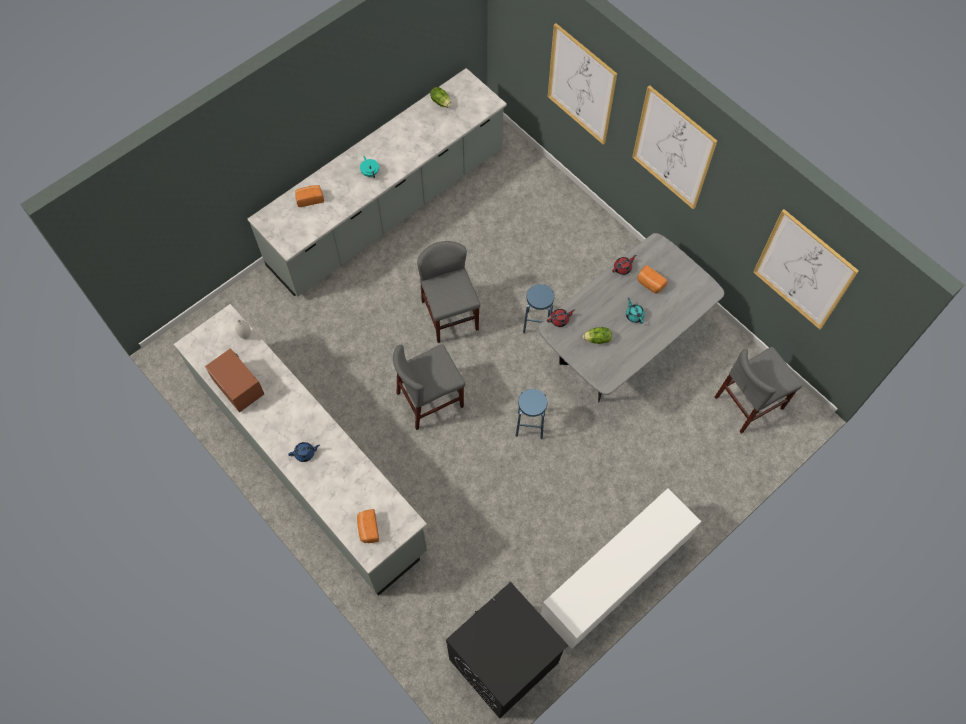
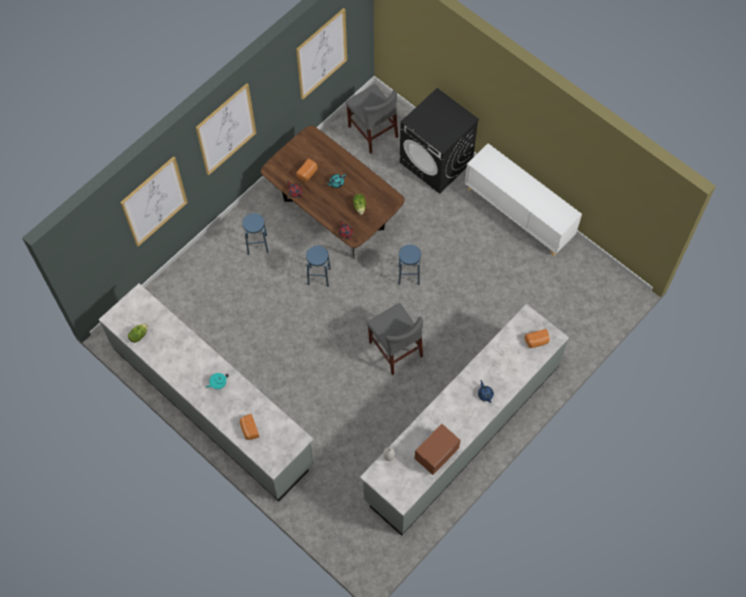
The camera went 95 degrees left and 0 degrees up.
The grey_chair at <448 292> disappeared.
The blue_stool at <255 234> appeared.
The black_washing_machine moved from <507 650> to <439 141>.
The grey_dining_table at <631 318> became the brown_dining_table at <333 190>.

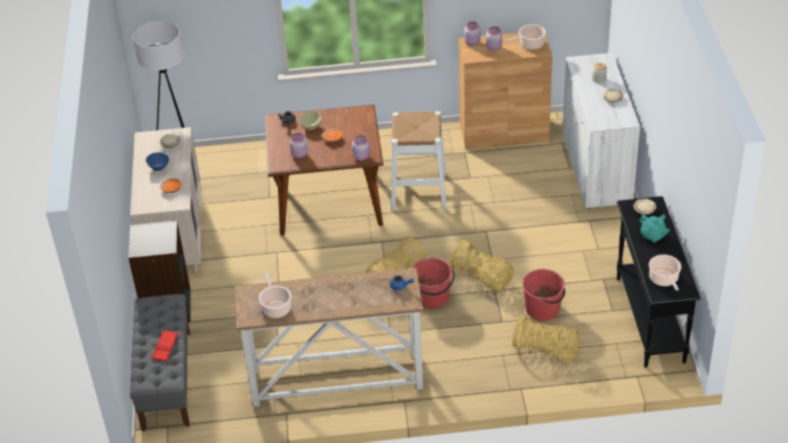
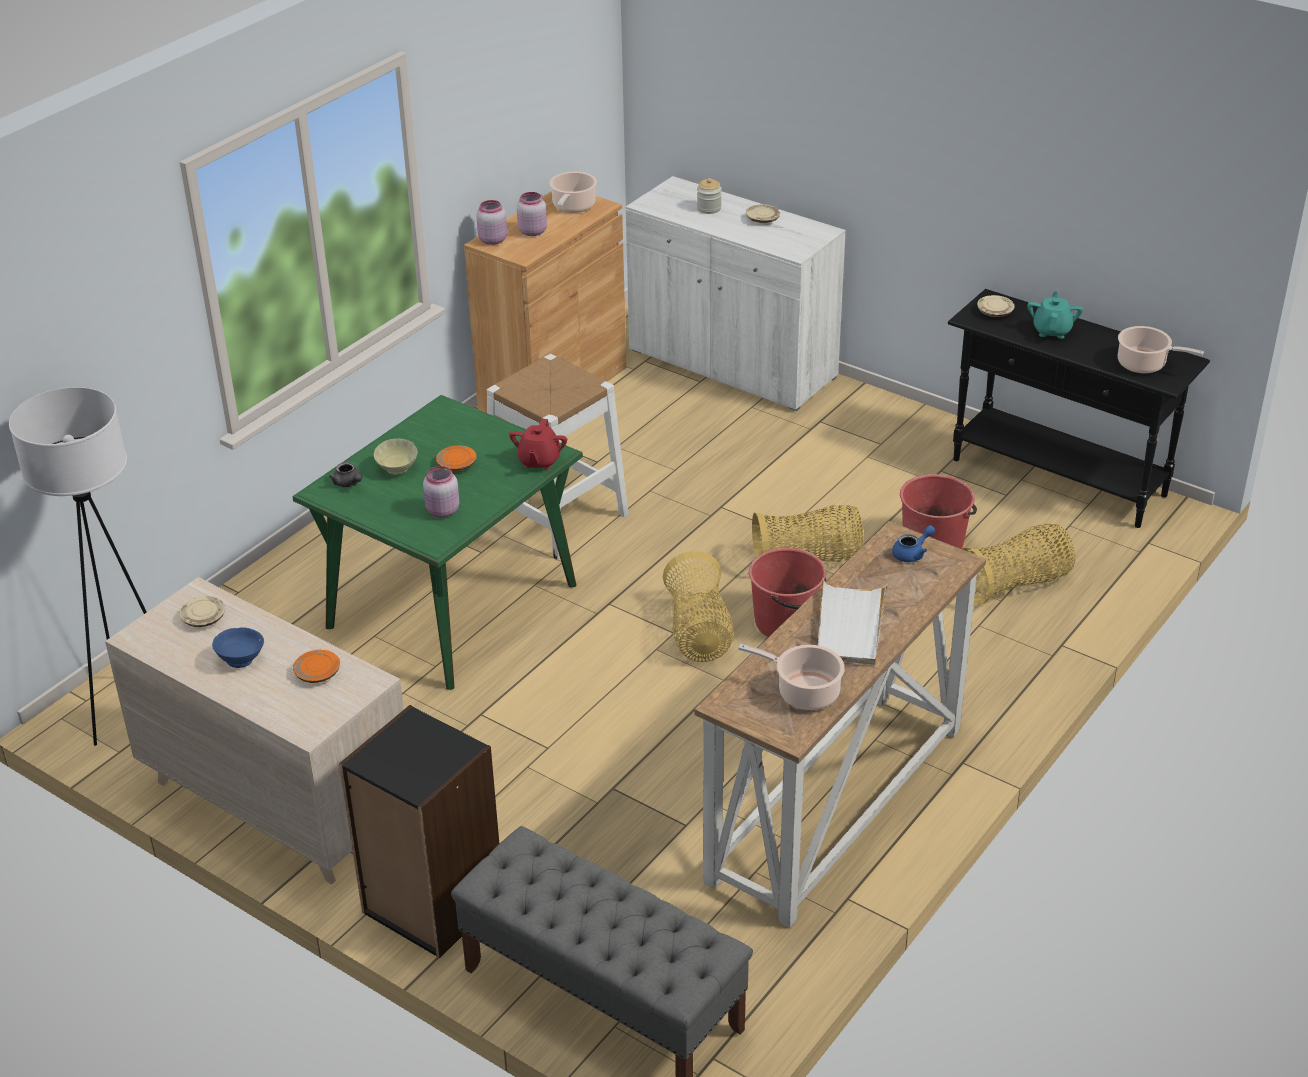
The camera went 50 degrees left and 5 degrees down.
The red_tray at <165 346> disappeared.
The white_tray at <852 621> appeared.
The pink_jar at <361 148> was replaced by the red_teapot at <538 444>.
The brown_dining_table at <324 170> became the green_dining_table at <438 542>.
The turquoise_teapot at <654 228> turned 75 degrees counterclockwise.

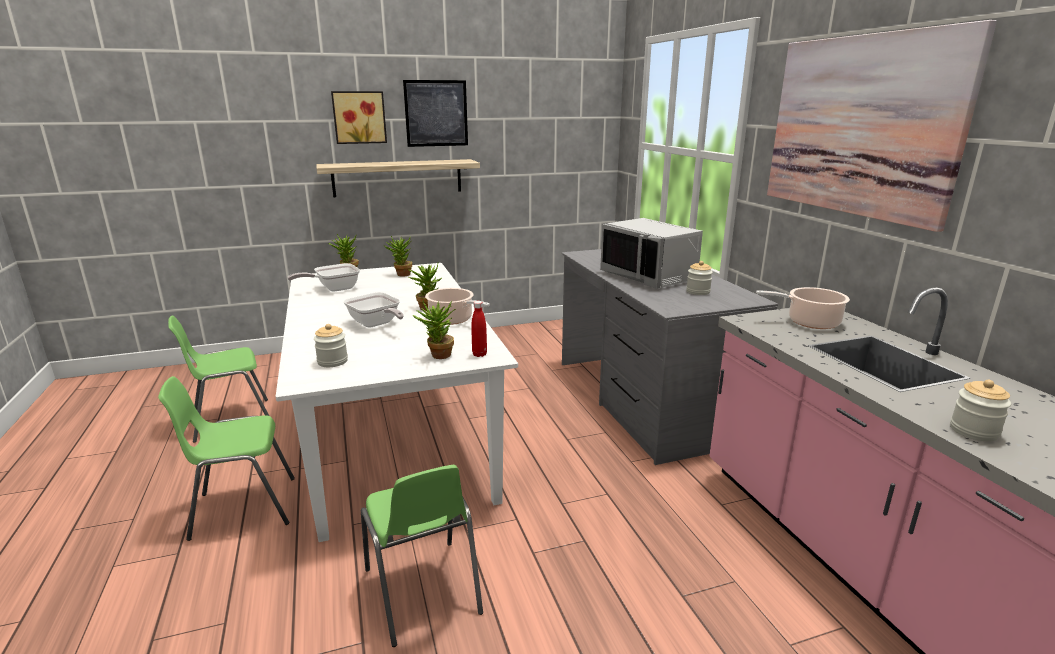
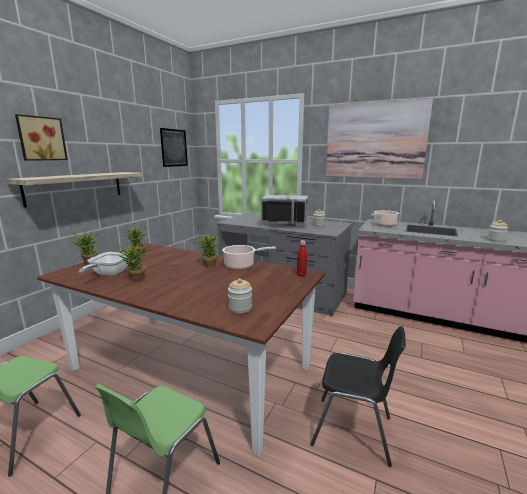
The camera went 45 degrees left and 5 degrees down.
The frying_pan at <373 310> disappeared.
The picture moved from <435 113> to <174 147>.
The potted_plant moved from <434 330> to <133 262>.
The white_dining_table at <397 402> became the brown_dining_table at <181 349>.
The green_chair at <422 556> became the black_chair at <358 396>.

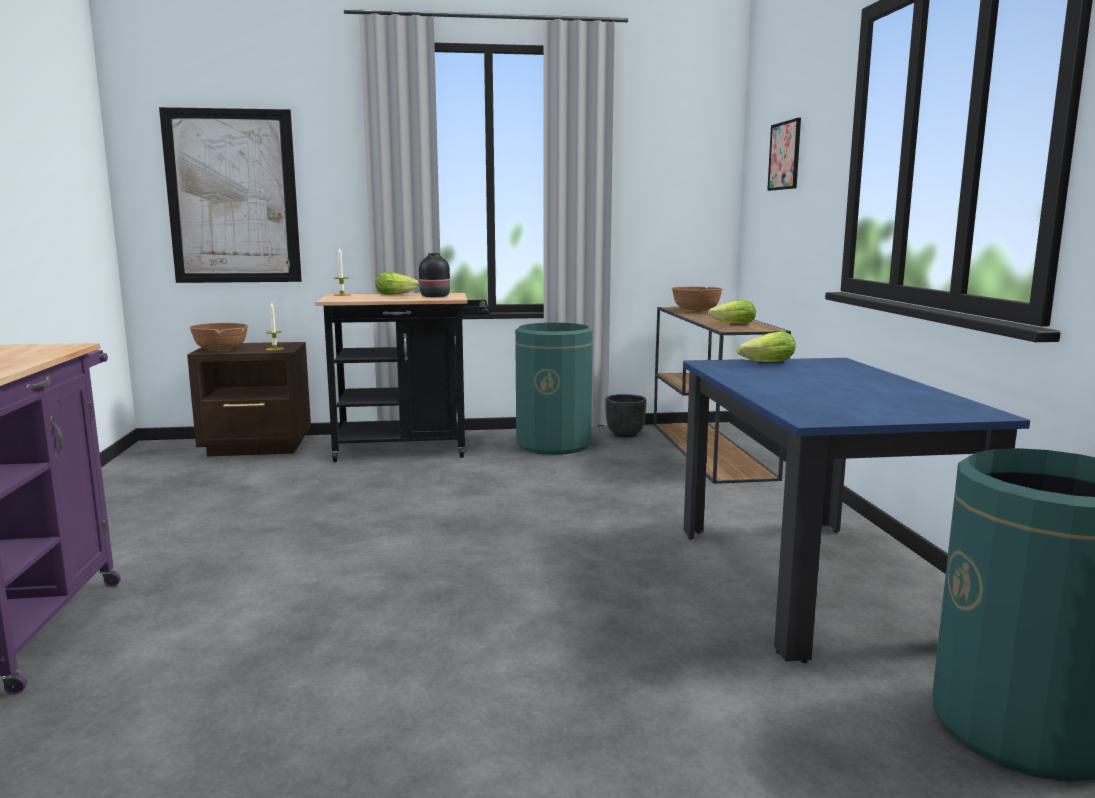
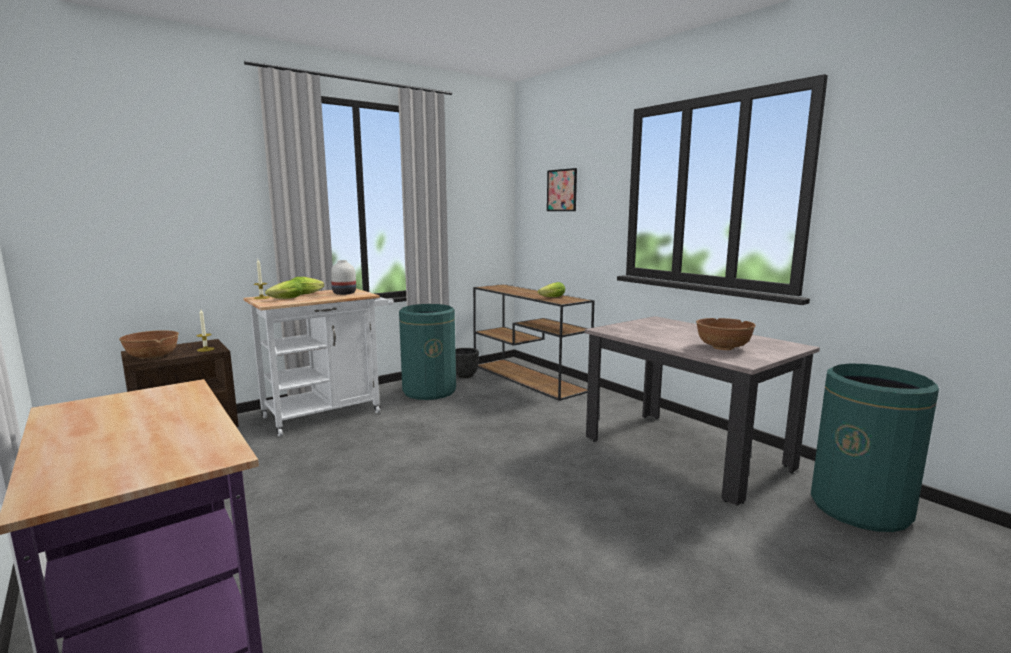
The camera went 30 degrees left and 0 degrees up.
The picture at <230 195> disappeared.
The brown_bowl moved from <697 299> to <726 334>.
The lettuce moved from <766 347> to <284 289>.
The black_cart at <403 377> became the white_cart at <318 363>.
The black_vase at <434 275> became the white_vase at <343 277>.
The blue_dining_table at <856 510> became the beige_dining_table at <702 411>.

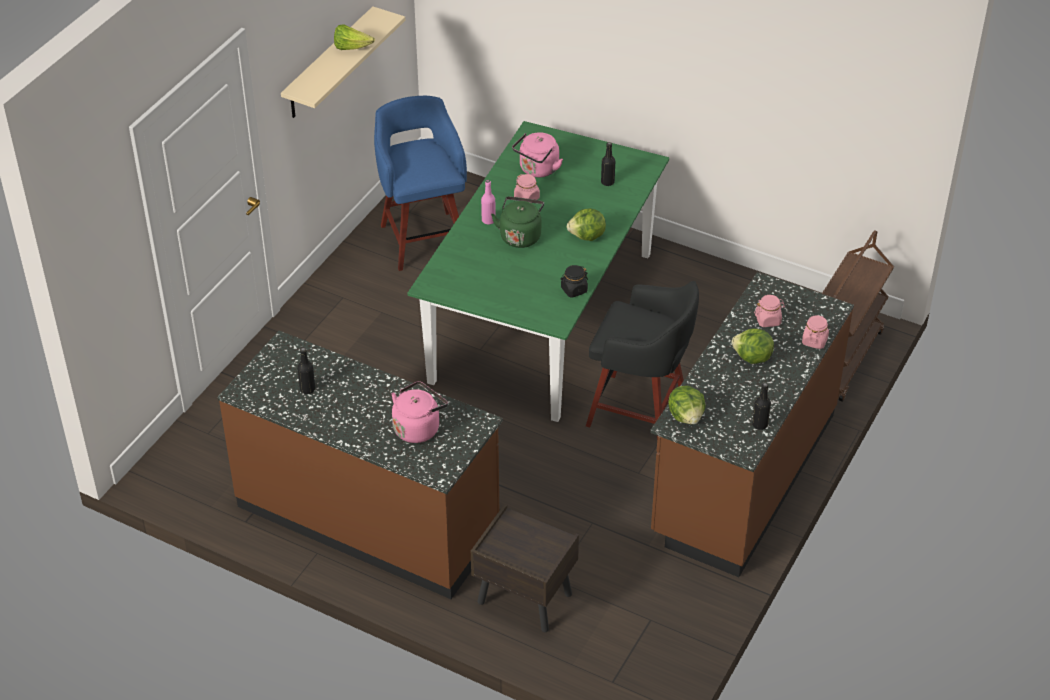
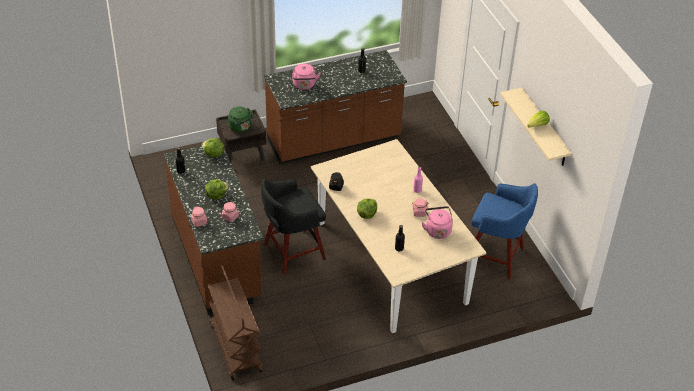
The camera went 130 degrees right and 0 degrees up.
The green_kettle moved from <517 222> to <241 119>.
The green_dining_table at <538 271> became the beige_dining_table at <399 236>.

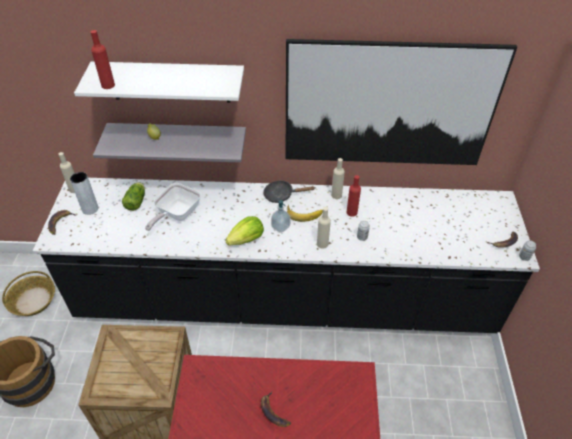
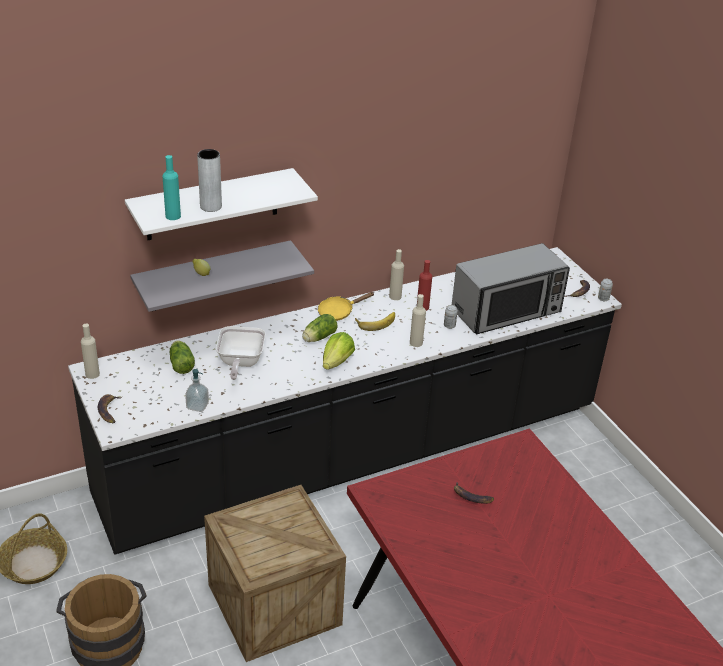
The camera went 30 degrees left and 10 degrees down.
The picture at <401 102> disappeared.
The lettuce at <320 328> appeared.
The microwave at <511 288> appeared.
The grey_vase moved from <84 193> to <209 180>.
The soap_dispenser moved from <281 216> to <197 390>.
The red_bottle at <103 59> became the turquoise_bottle at <171 187>.
The black_frying_pan at <289 191> became the yellow_frying_pan at <346 306>.

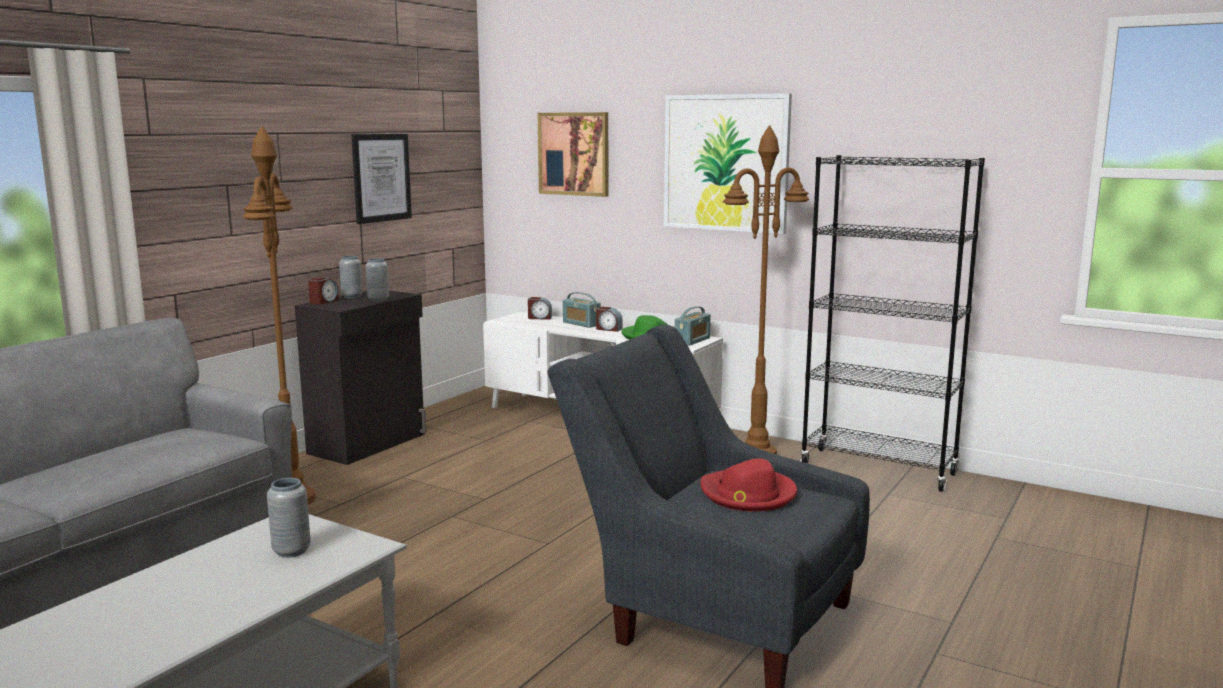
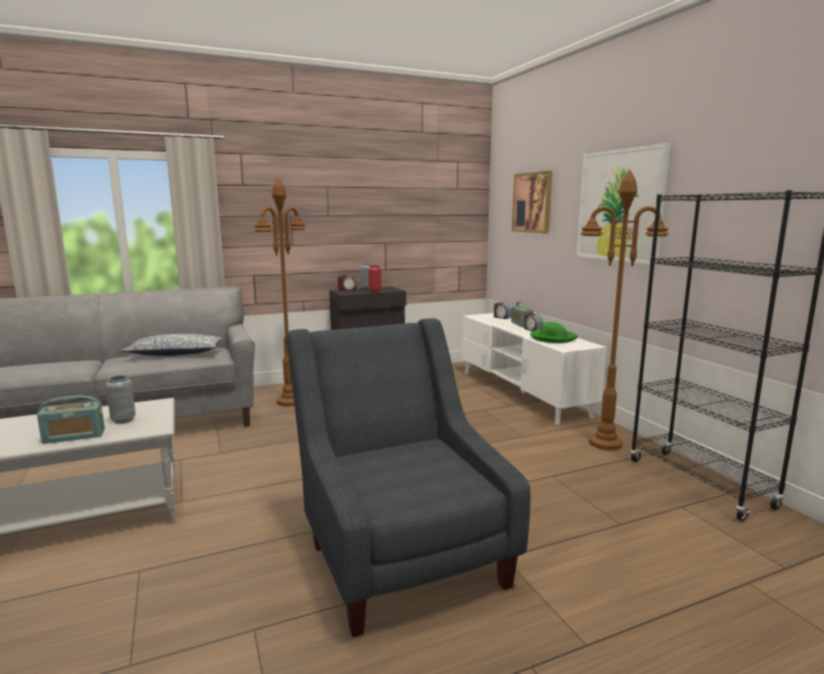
The camera went 35 degrees right and 0 degrees up.
The picture at <381 179> disappeared.
The red_hat at <748 484> disappeared.
The pillow at <172 345> appeared.
The radio moved from <693 326> to <71 419>.
The grey_vase at <377 280> became the red_vase at <374 279>.

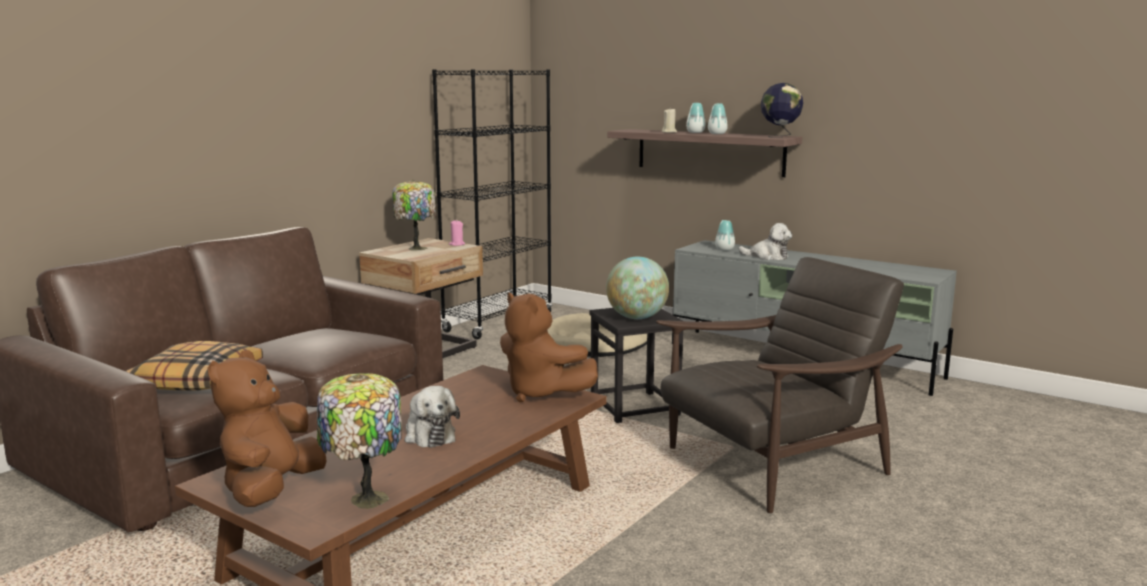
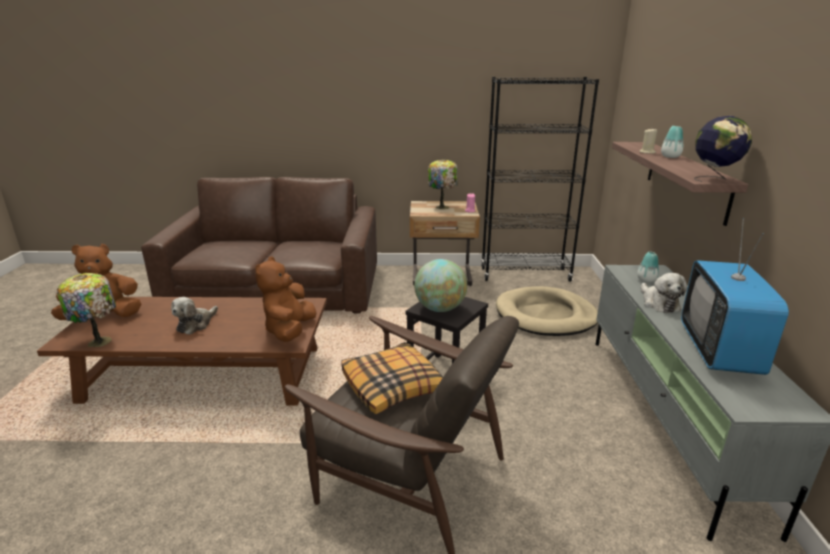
The camera went 55 degrees right and 10 degrees up.
The vase at <717 118> disappeared.
The television at <735 296> appeared.
The pillow moved from <194 365> to <392 378>.

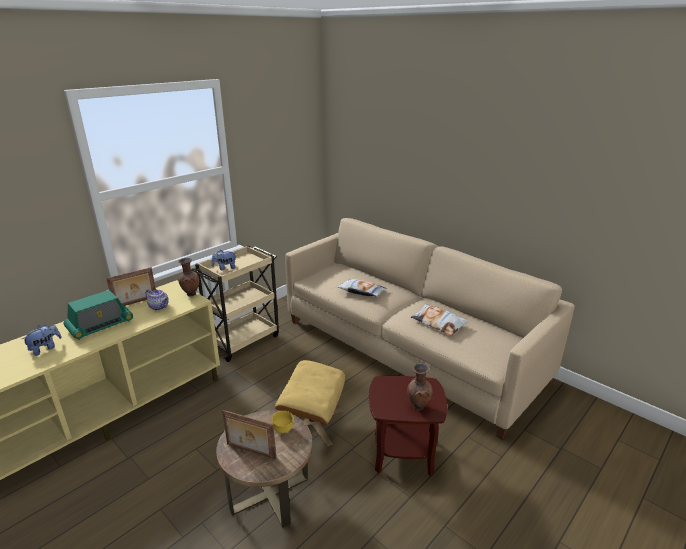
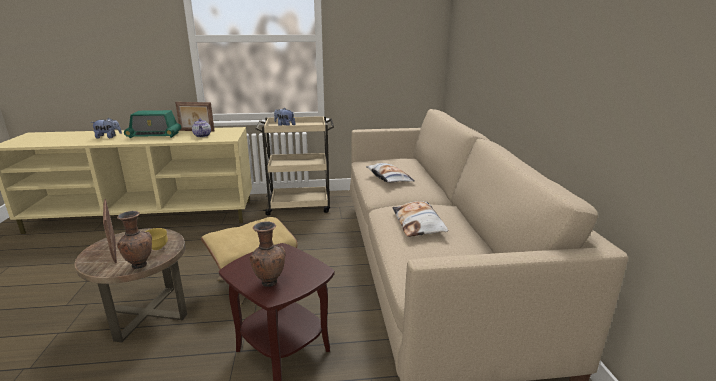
The camera went 40 degrees right and 5 degrees down.
The brown_vase moved from <188 277> to <134 240>.

